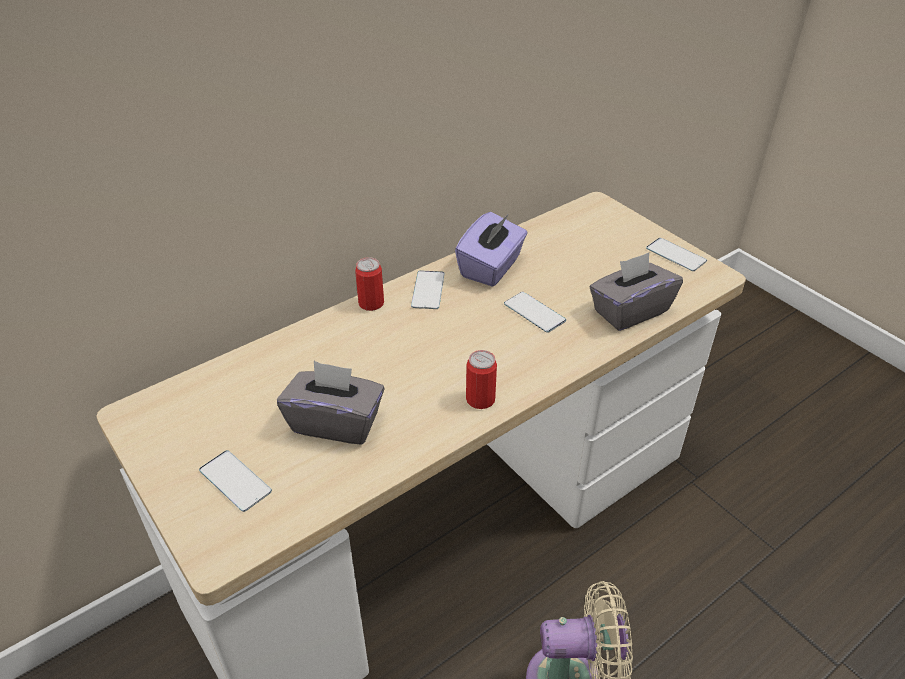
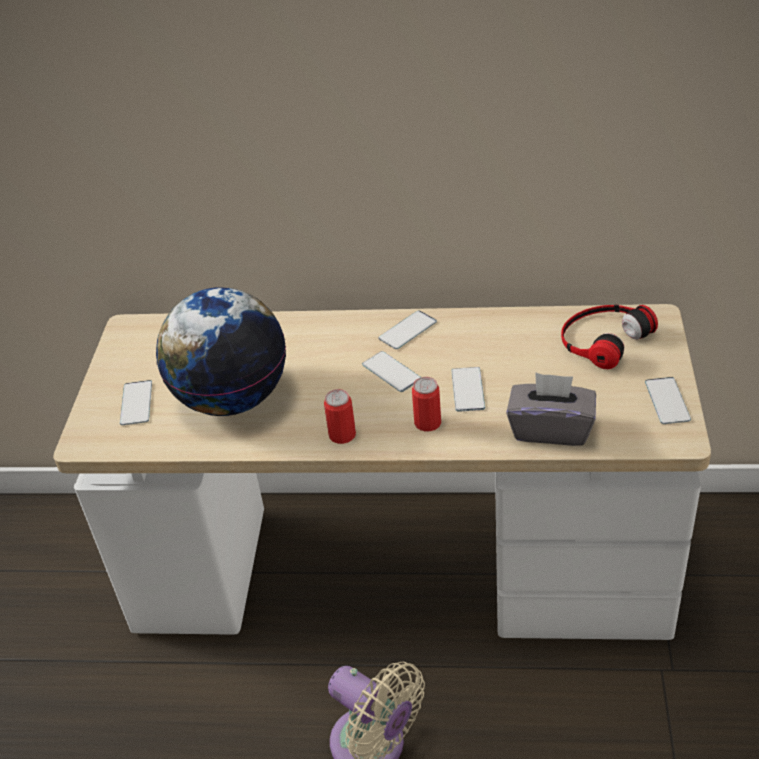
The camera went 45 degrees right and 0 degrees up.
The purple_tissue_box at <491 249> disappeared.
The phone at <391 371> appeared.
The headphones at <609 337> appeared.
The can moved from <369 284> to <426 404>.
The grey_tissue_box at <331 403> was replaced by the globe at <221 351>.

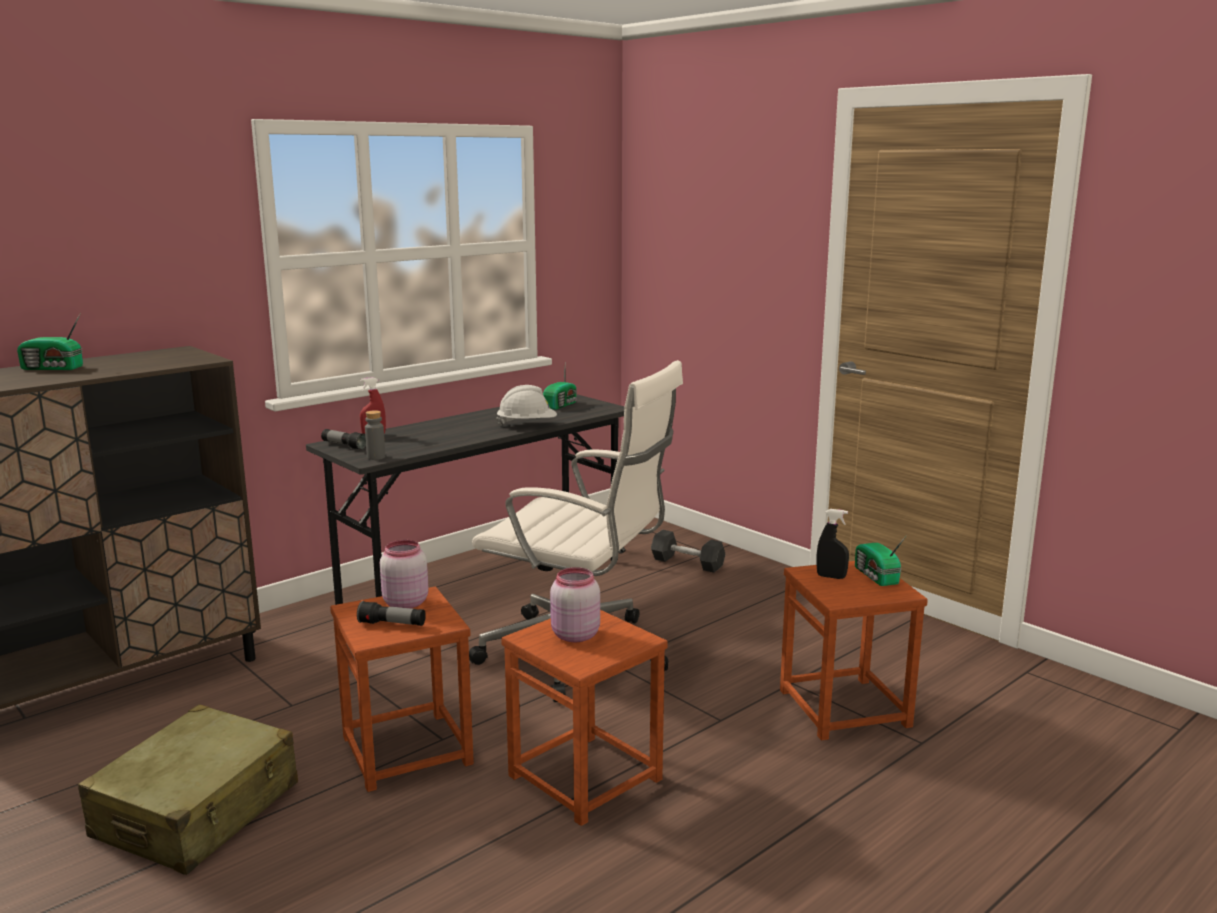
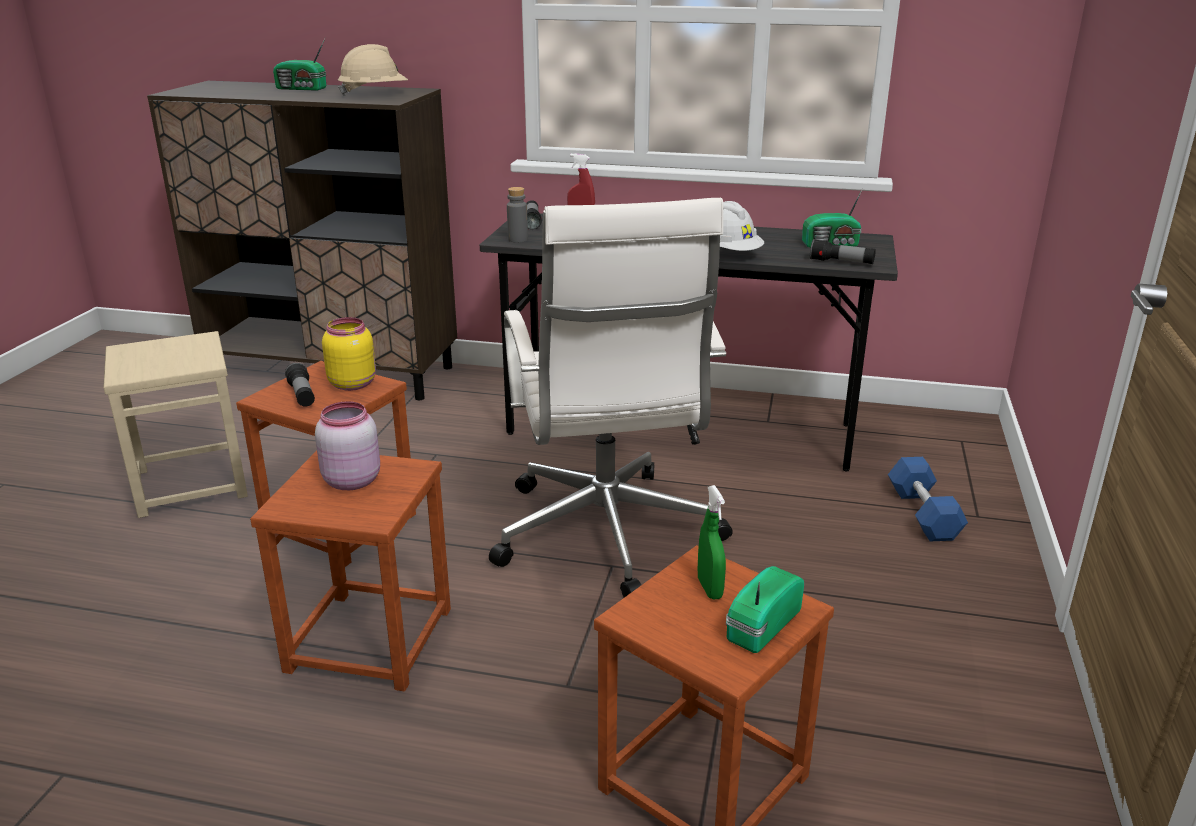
The camera went 55 degrees right and 10 degrees up.
The beige_hard_hat at <373 70> appeared.
The flashlight at <843 251> appeared.
The beige_suitcase at <188 789> was replaced by the beige_stool at <175 424>.
The pink_jar at <404 574> became the yellow_jar at <349 354>.
The grey_dumbbell at <688 551> became the blue_dumbbell at <928 499>.
The black_spray_bottle at <832 544> became the green_spray_bottle at <712 542>.
The radio at <50 341> turned 45 degrees counterclockwise.

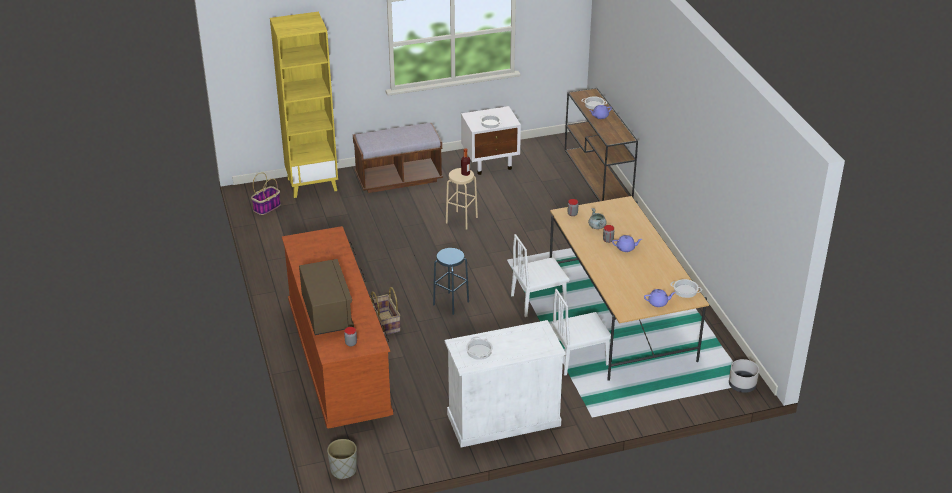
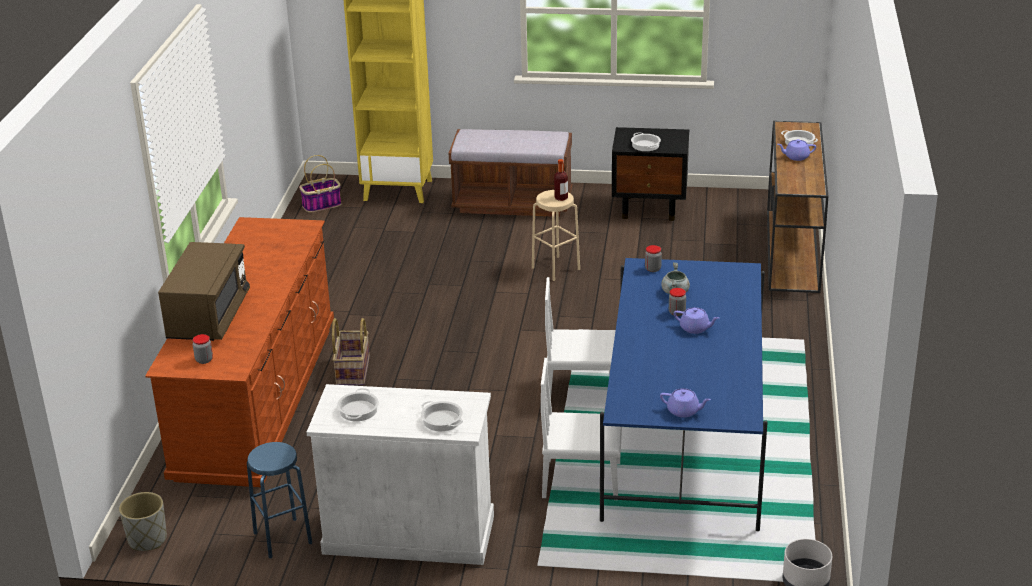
The camera went 25 degrees right and 5 degrees down.
The blue_stool moved from <451 281> to <279 500>.
The cooking_pot moved from <686 288> to <442 416>.
The white_nightstand at <491 140> became the black_nightstand at <650 174>.
The beige_dining_table at <629 288> became the blue_dining_table at <683 394>.

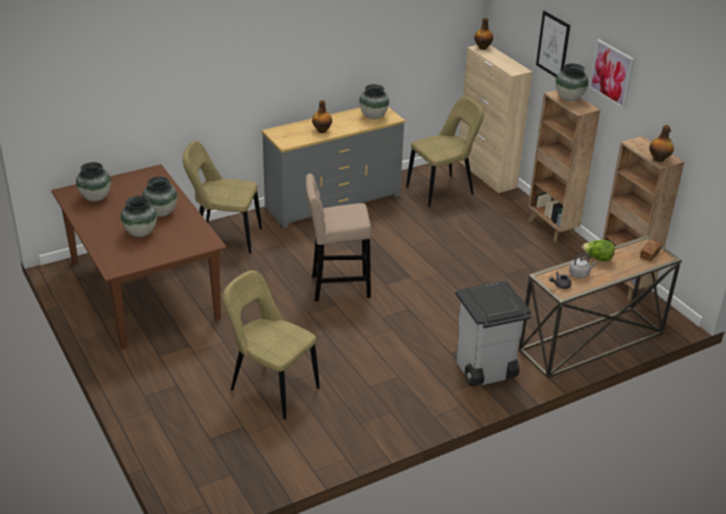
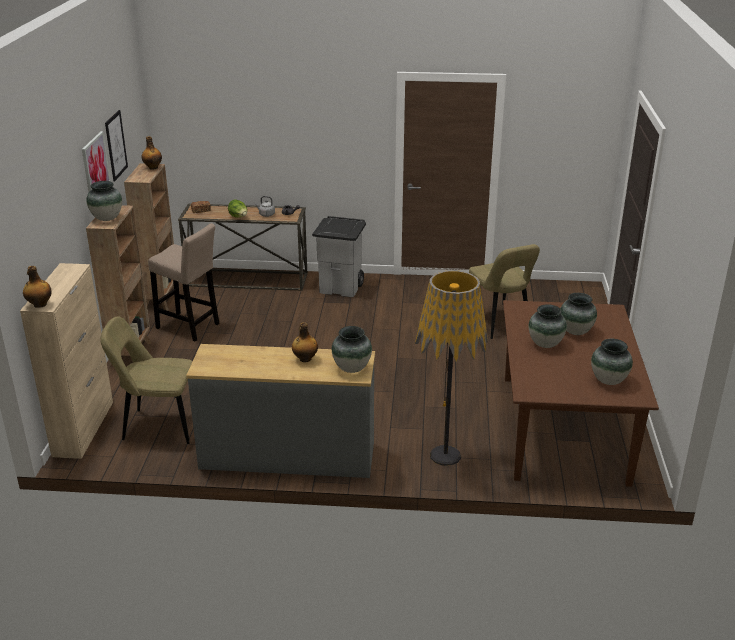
The camera went 145 degrees left and 5 degrees down.
The beige_stool moved from <338 237> to <183 282>.
The vase moved from <374 101> to <352 349>.
The picture moved from <553 44> to <116 146>.
The beige_chair at <222 197> was replaced by the floor_lamp at <451 368>.

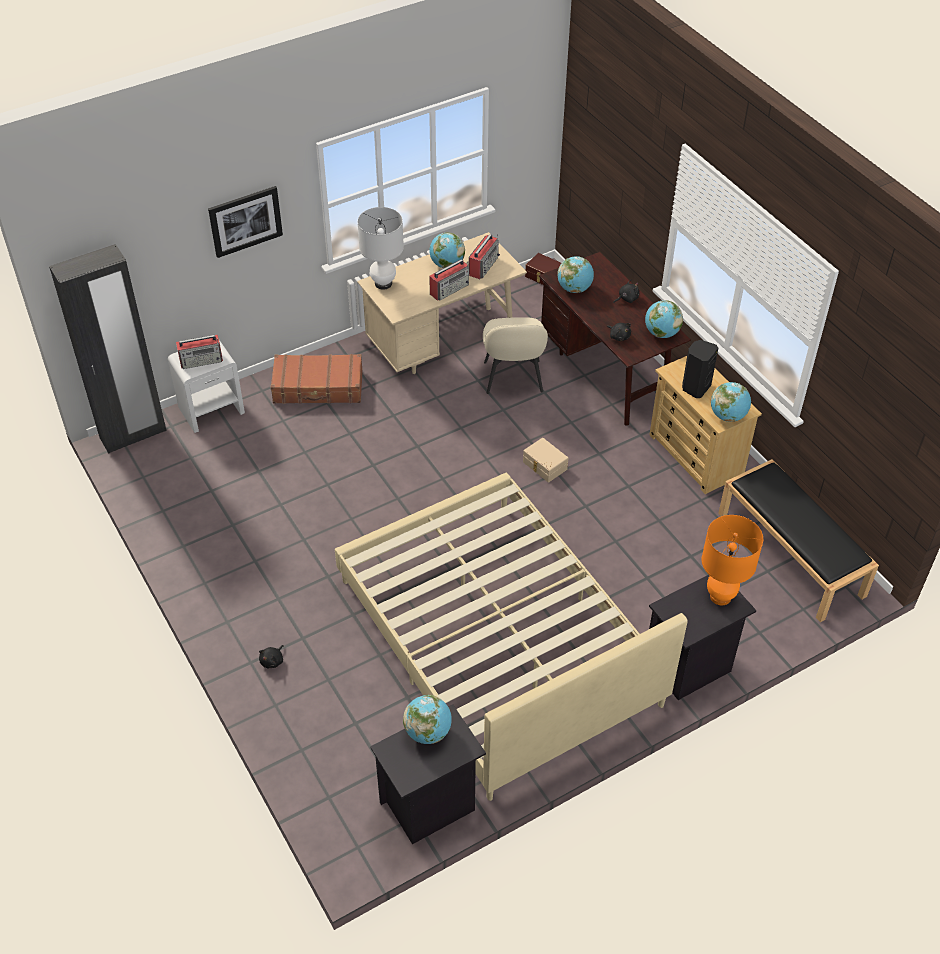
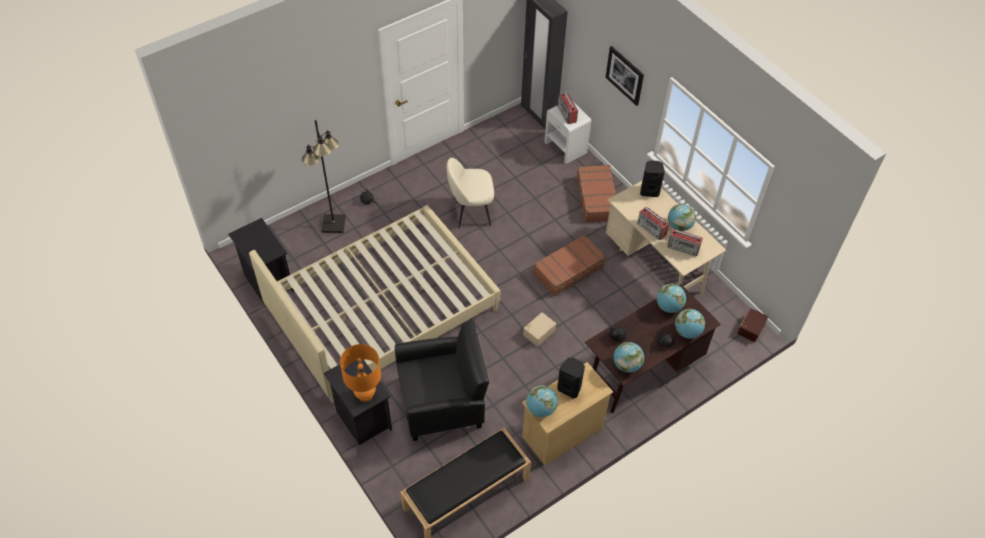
The camera went 85 degrees right and 5 degrees up.
The black_floor_lamp at <324 176> appeared.
The black_armchair at <442 380> appeared.
The brown_suitcase at <569 265> appeared.
The globe moved from <427 719> to <690 324>.
The beige_chair moved from <515 355> to <470 193>.
The white_table_lamp at <381 248> was replaced by the black_speaker at <652 178>.

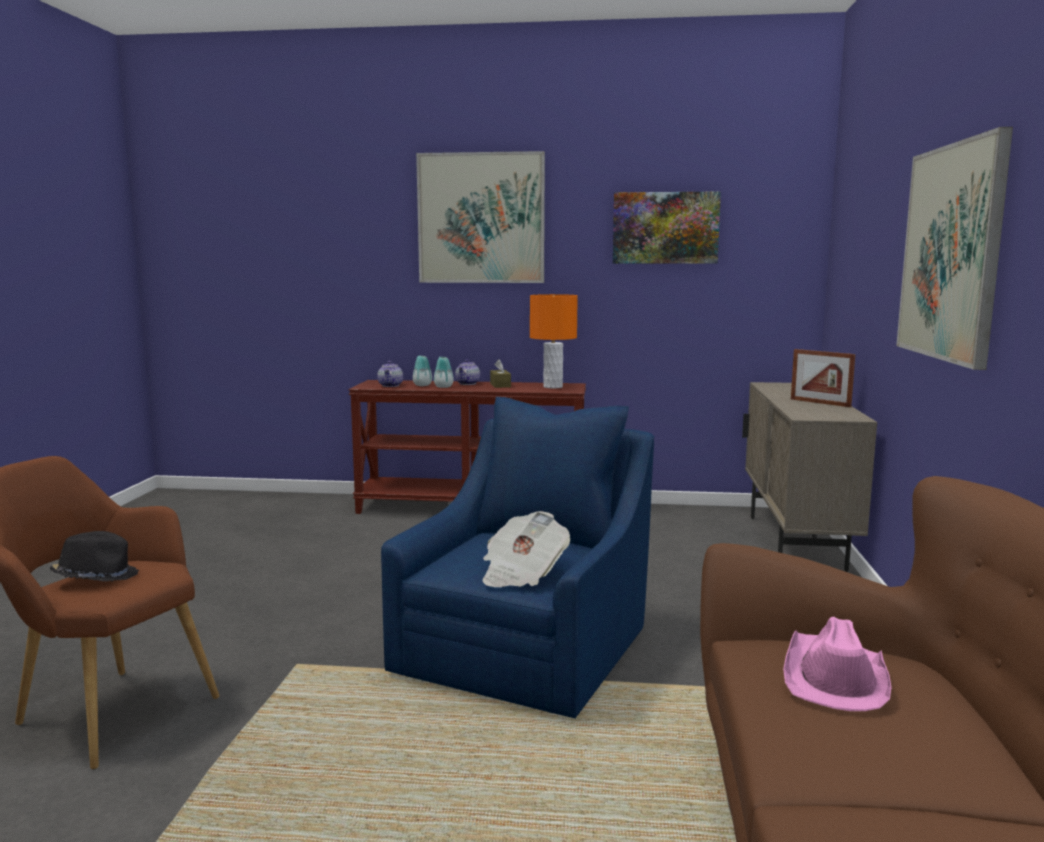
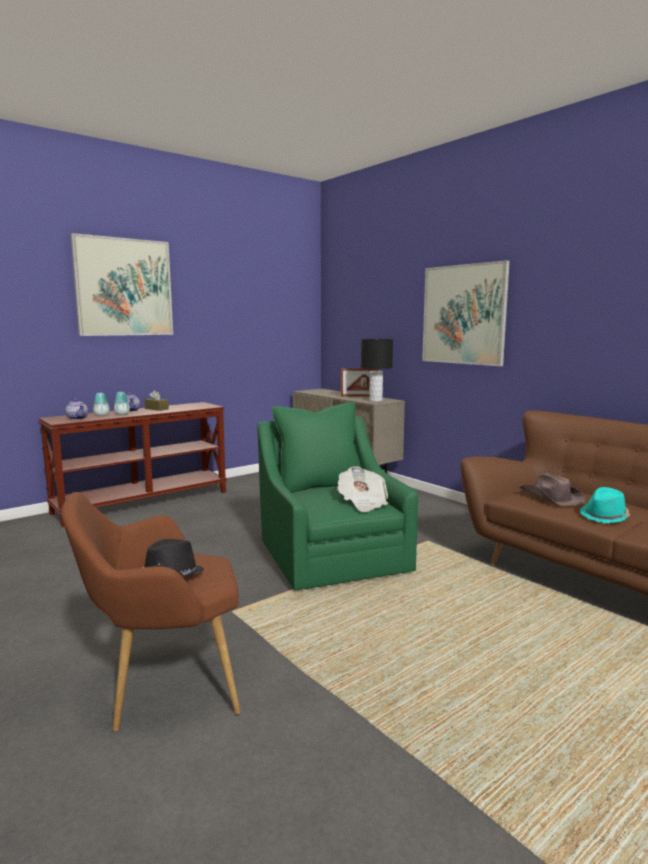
The camera went 45 degrees left and 0 degrees up.
The orange_table_lamp at <554 341> disappeared.
The picture at <667 227> disappeared.
The black_table_lamp at <377 370> appeared.
The turquoise_hat at <605 505> appeared.
The blue_armchair at <518 558> became the green_armchair at <337 496>.
The pink_hat at <837 664> became the brown_hat at <552 489>.

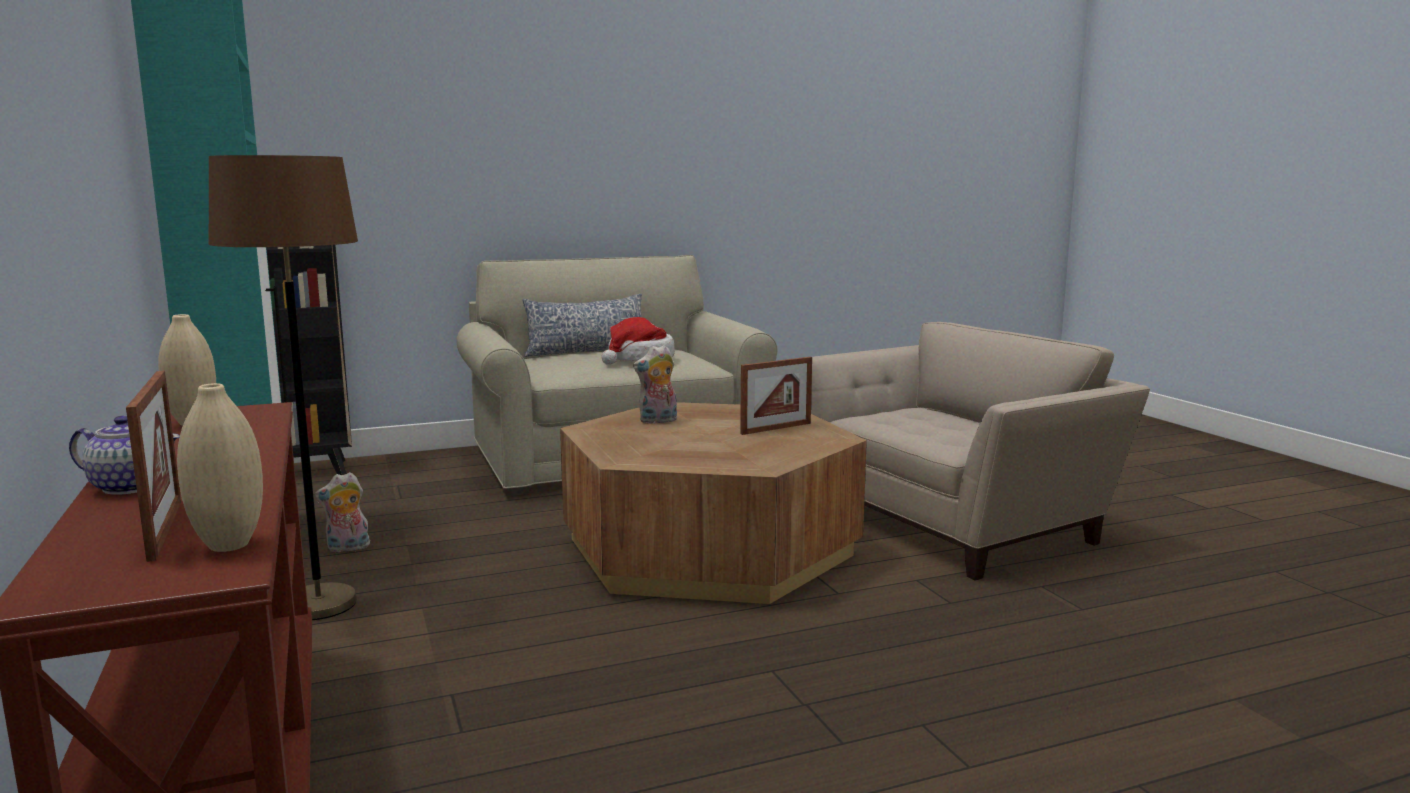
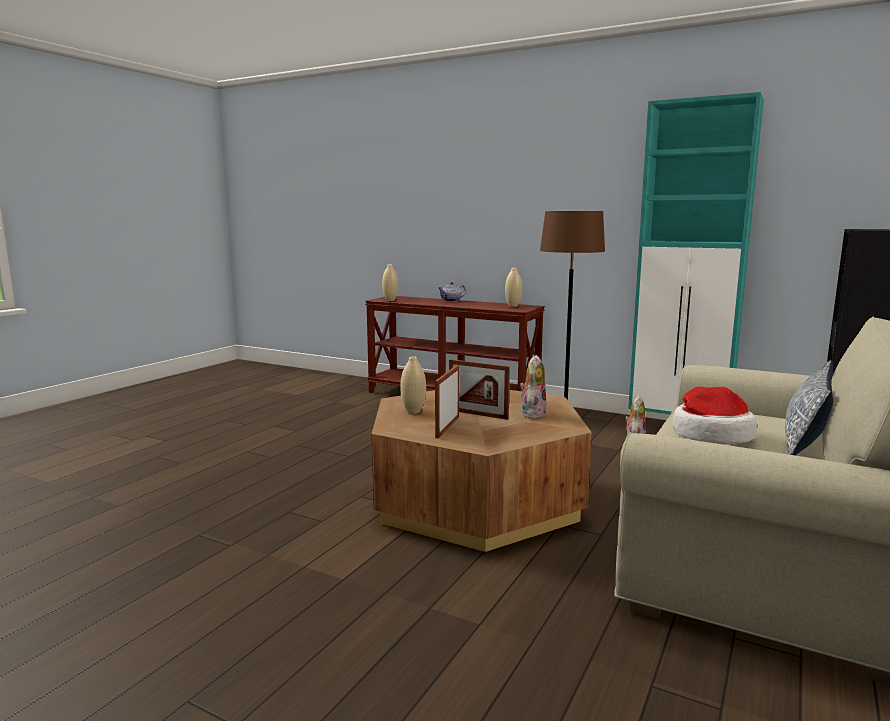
The camera went 140 degrees right and 0 degrees up.
The beige_armchair at <980 451> disappeared.
The beige_vase at <413 385> appeared.
The picture_frame moved from <153 466> to <479 389>.

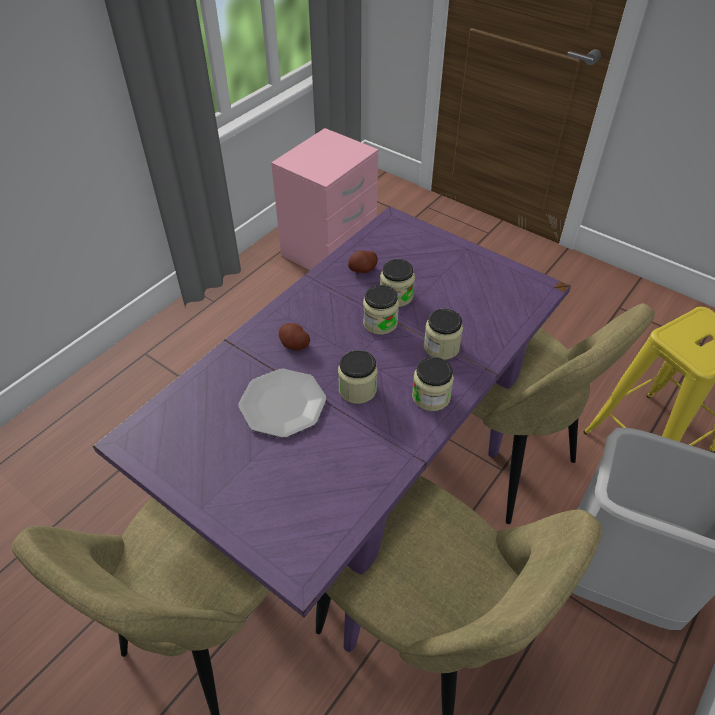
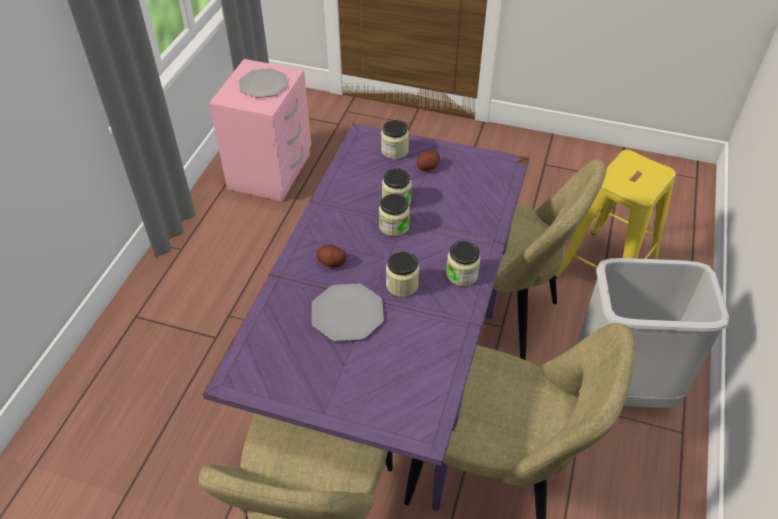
The camera went 20 degrees left and 0 degrees up.
The plate at <263 83> appeared.
The potato moved from <363 261> to <428 160>.
The jar moved from <443 334> to <395 139>.

